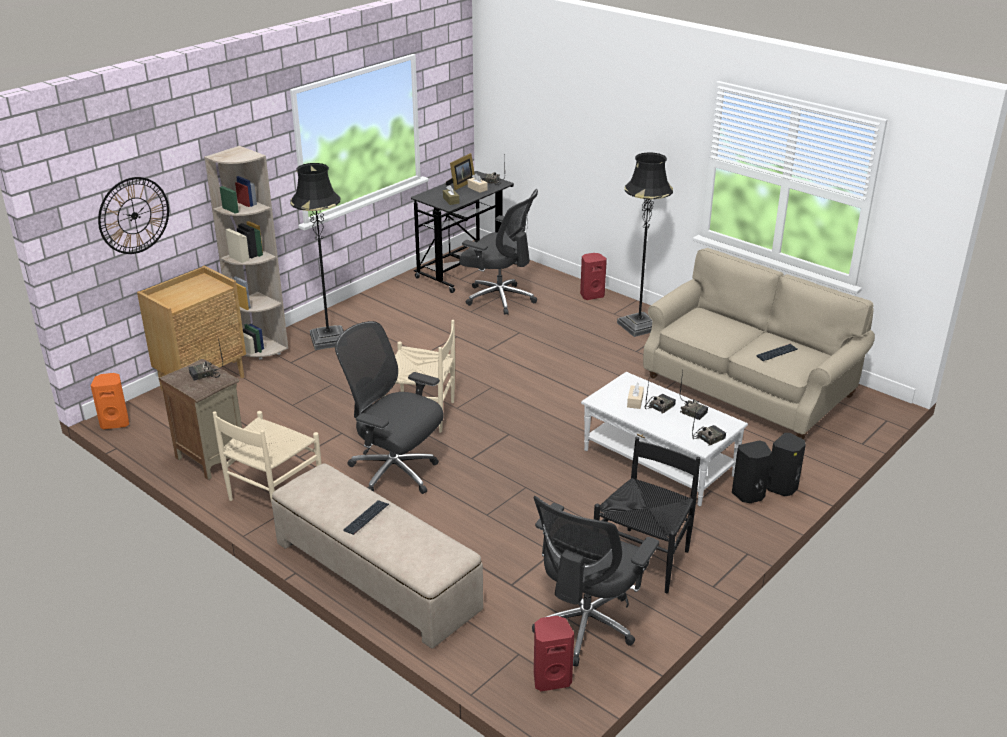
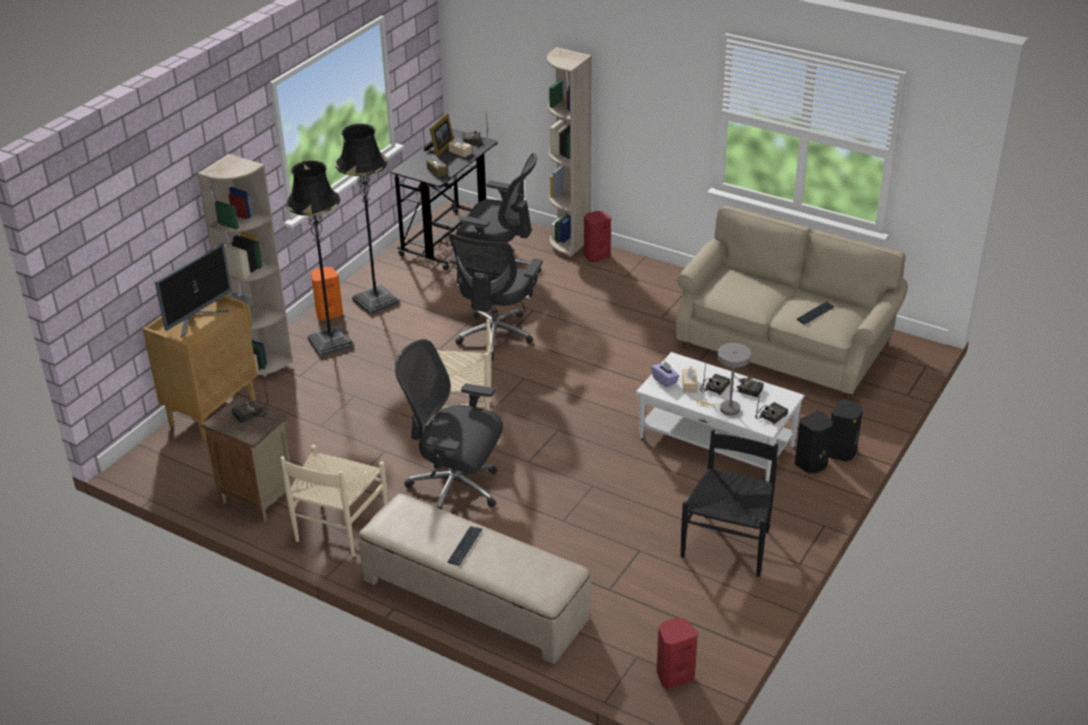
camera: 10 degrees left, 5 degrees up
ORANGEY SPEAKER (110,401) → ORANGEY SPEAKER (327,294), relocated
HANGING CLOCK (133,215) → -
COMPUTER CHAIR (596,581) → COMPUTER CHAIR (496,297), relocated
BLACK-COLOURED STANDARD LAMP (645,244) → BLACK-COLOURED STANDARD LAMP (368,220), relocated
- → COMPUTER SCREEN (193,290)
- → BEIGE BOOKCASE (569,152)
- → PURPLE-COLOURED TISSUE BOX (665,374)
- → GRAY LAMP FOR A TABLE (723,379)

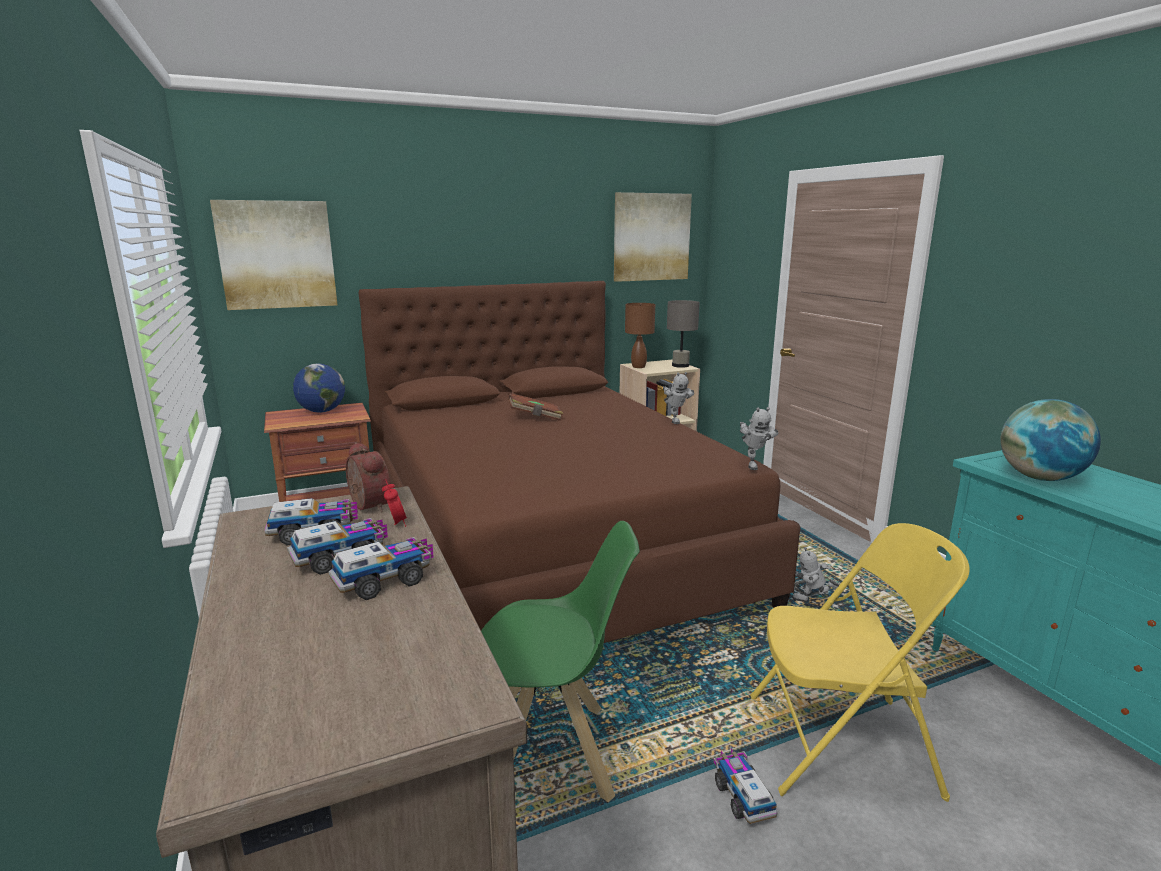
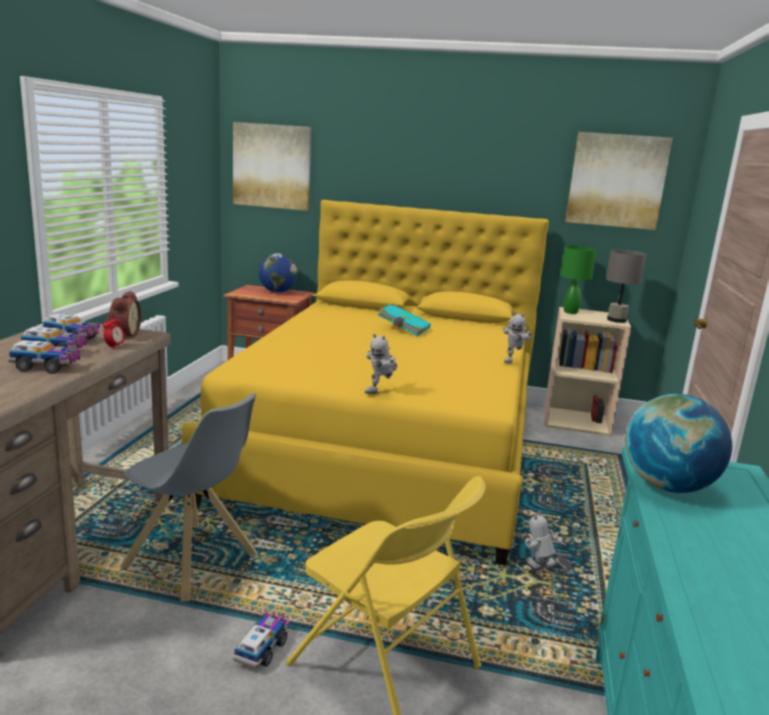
camera: 35 degrees right, 0 degrees up
BROWN-COLOURED BEDROOM BED (580,462) → YELLOW BEDROOM BED (365,382)
GREEN-COLOURED PLAIN CHAIR (560,661) → GRAY PLAIN CHAIR (188,497)
BROWN-COLOURED BOUND BOOK (535,407) → TURQUOISE-COLOURED BOUND BOOK (404,320)
BROWN-COLOURED LAMP FOR A TABLE (640,335) → GREEN-COLOURED LAMP FOR A TABLE (579,280)
MODEL ROBOT (759,438) → MODEL ROBOT (381,363), relocated

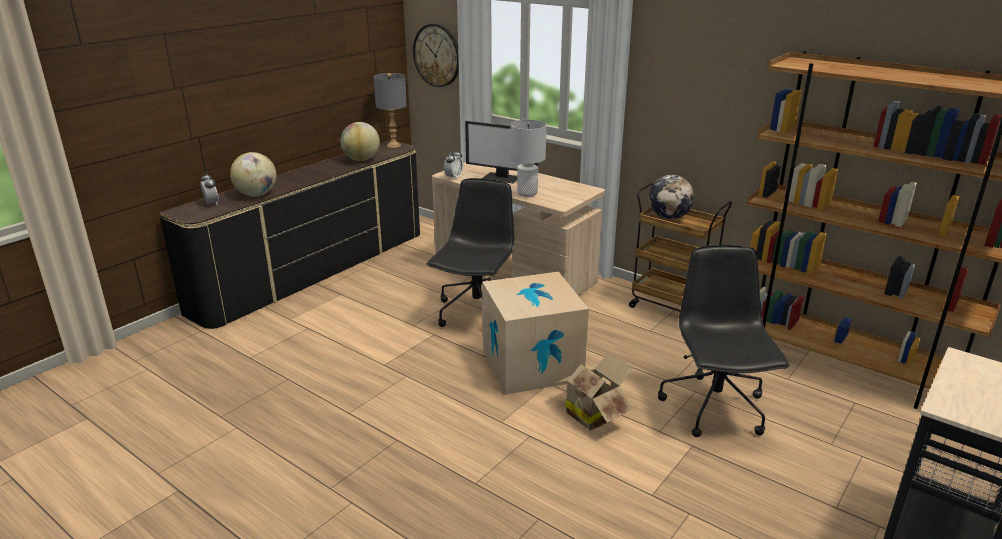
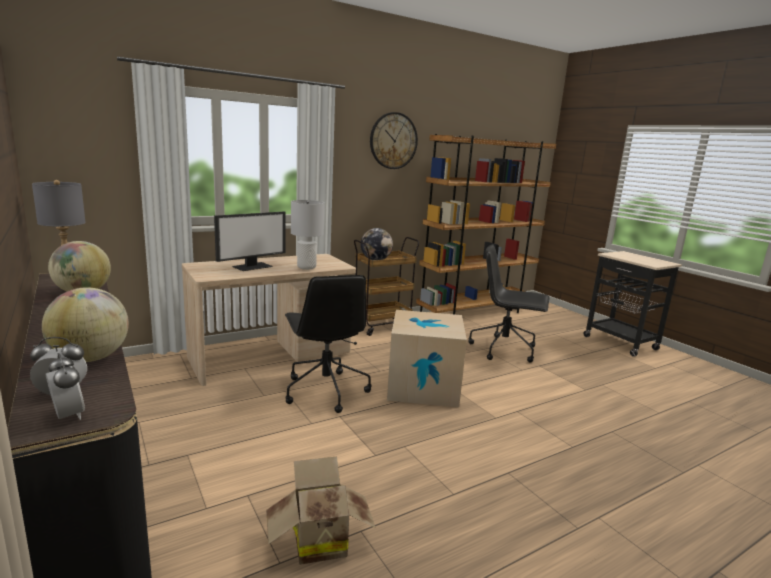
camera: 70 degrees left, 10 degrees down
HANGING CLOCK (436,55) → HANGING CLOCK (394,140), relocated
BLACK-COLOURED COMPUTER CHAIR (470,252) → BLACK-COLOURED COMPUTER CHAIR (328,344), 150 degrees counterclockwise
BEDSIDE CLOCK (453,164) → BEDSIDE CLOCK (65,386), relocated
CARTON (594,392) → CARTON (321,510), relocated

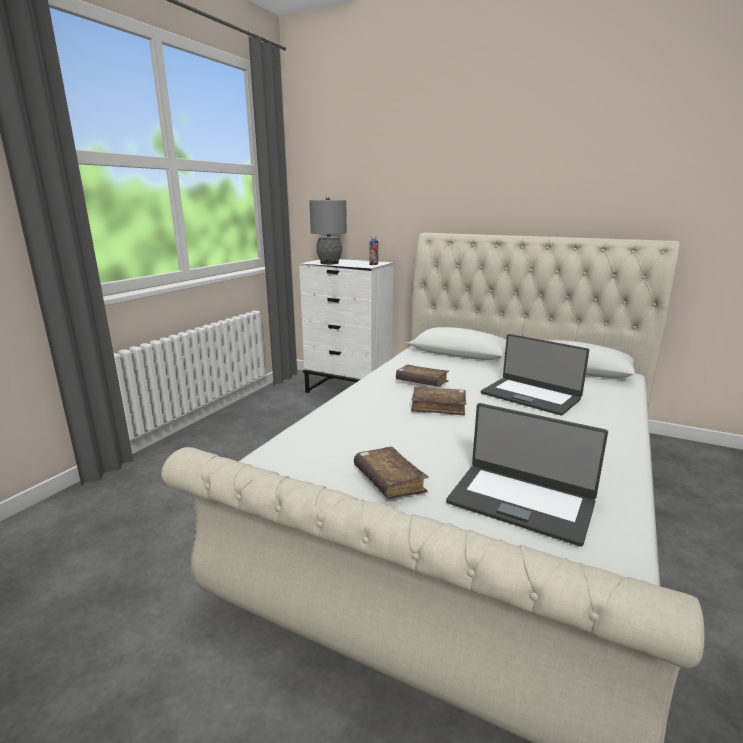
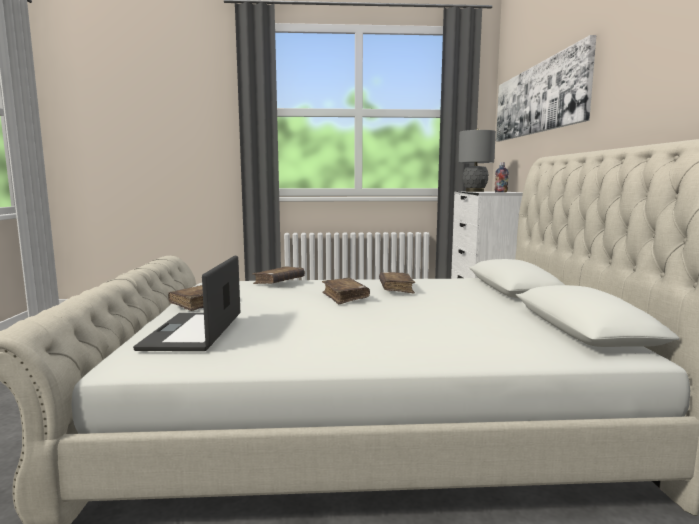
camera: 60 degrees right, 10 degrees down
NOTEBOOK COMPUTER (535,375) → -
- → BROWN-COLOURED BOUND BOOK (278,275)
- → WALL ART (546,88)

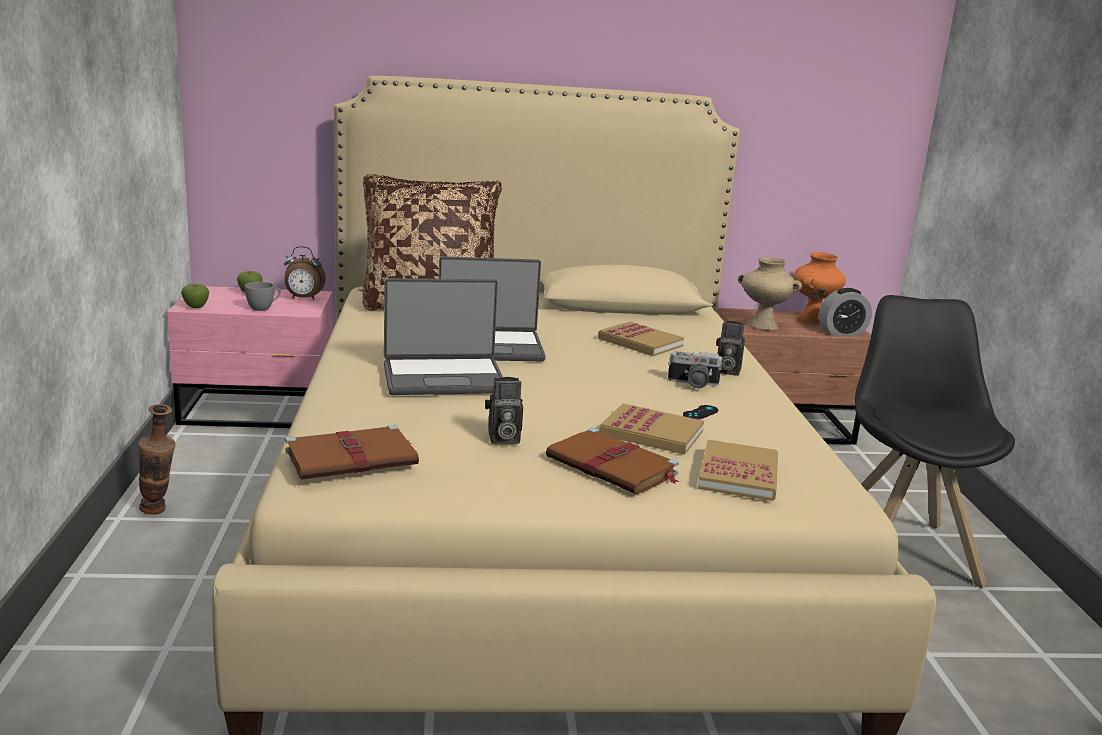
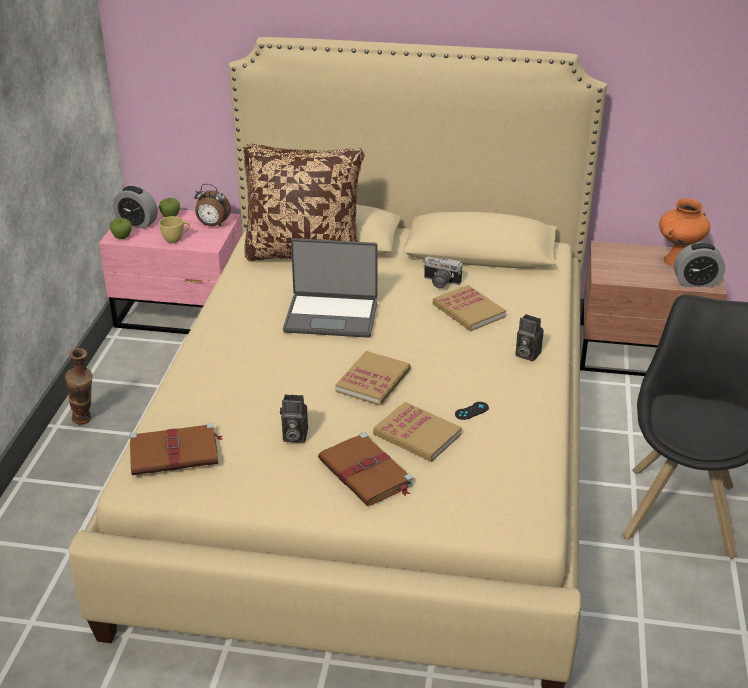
camera: 15 degrees right, 15 degrees up
GRAY SMALL CUP (263,296) → YELLOW SMALL CUP (174,229)
NOTEBOOK COMPUTER (443,336) → -
PHOTO CAMERA (695,370) → PHOTO CAMERA (443,273), relocated
BOUND BOOK (738,470) → BOUND BOOK (372,378), relocated
BEIGE FLOWER VASE (770,293) → -
- → BEDSIDE CLOCK (135,207)

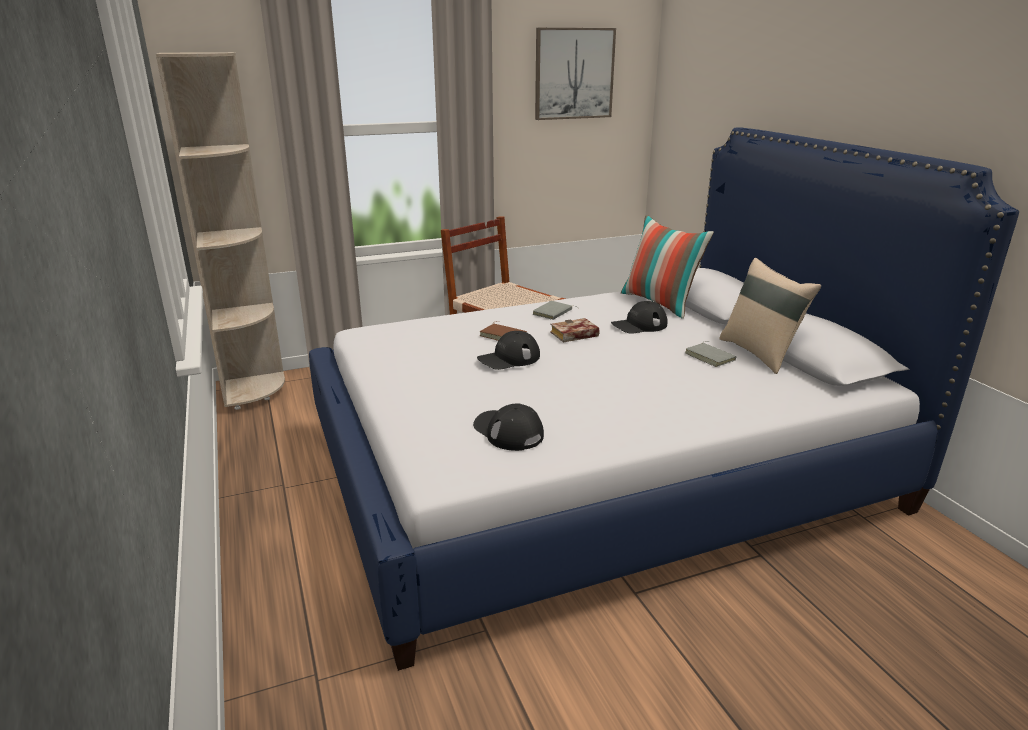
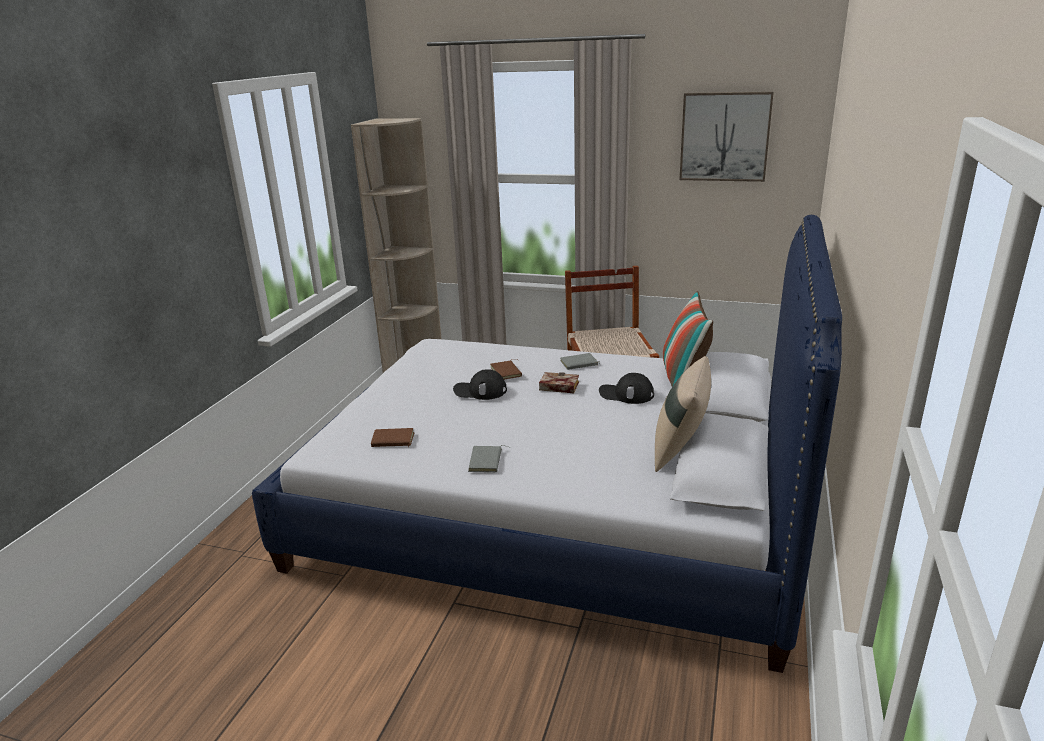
camera: 40 degrees right, 0 degrees up
BLACK-COLOURED PEAKED CAP (508,427) → BROWN-COLOURED BOUND BOOK (393,437)
GRAY BOUND BOOK (710,354) → GRAY BOUND BOOK (489,458), relocated

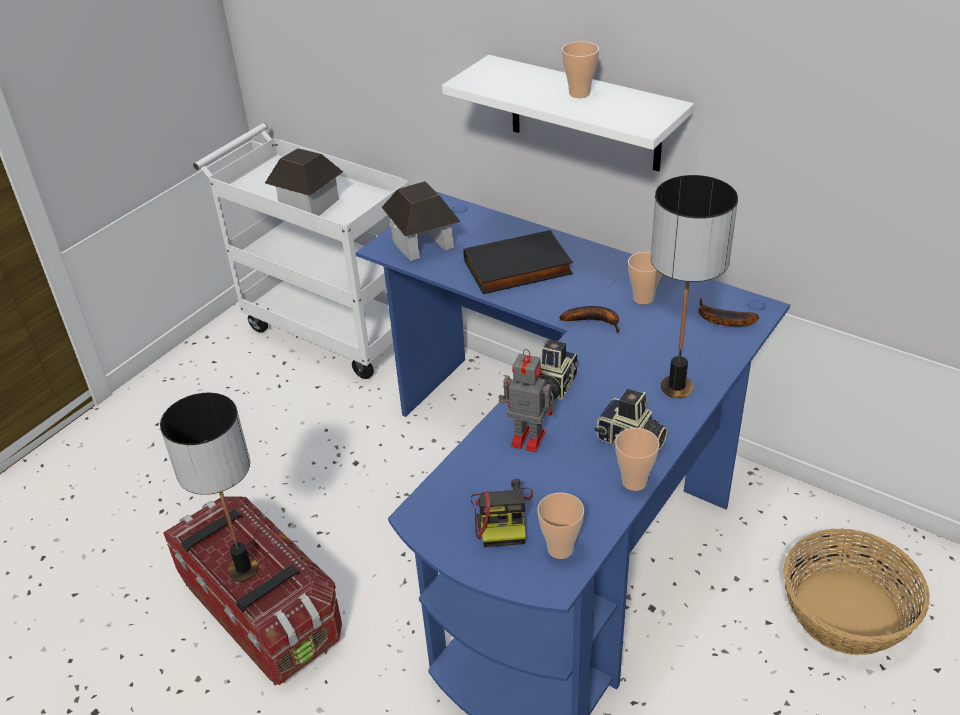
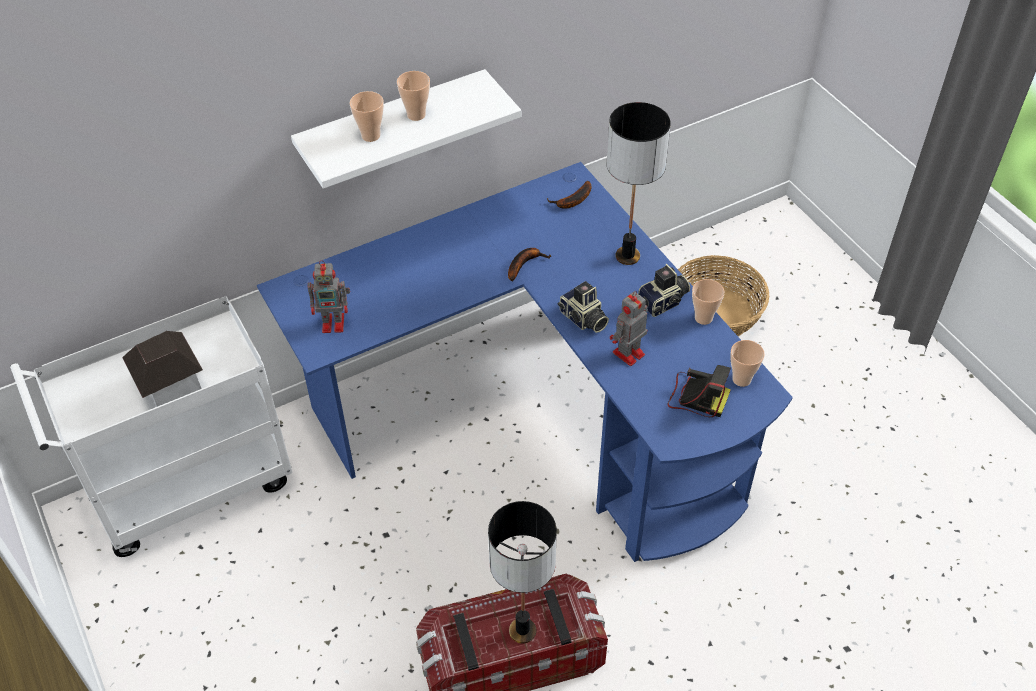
camera: 65 degrees left, 10 degrees up
MODEL HOUSE (421,221) → MODEL ROBOT (329,296)
BLACK-COLOURED BOUND BOOK (518,262) → -
SMALL CUP (644,278) → SMALL CUP (367,116), relocated

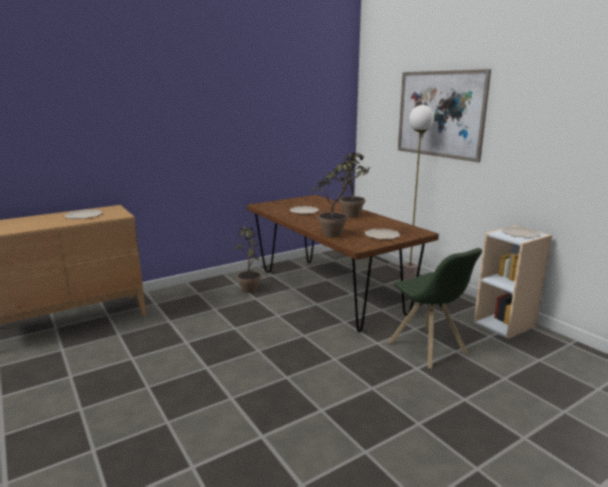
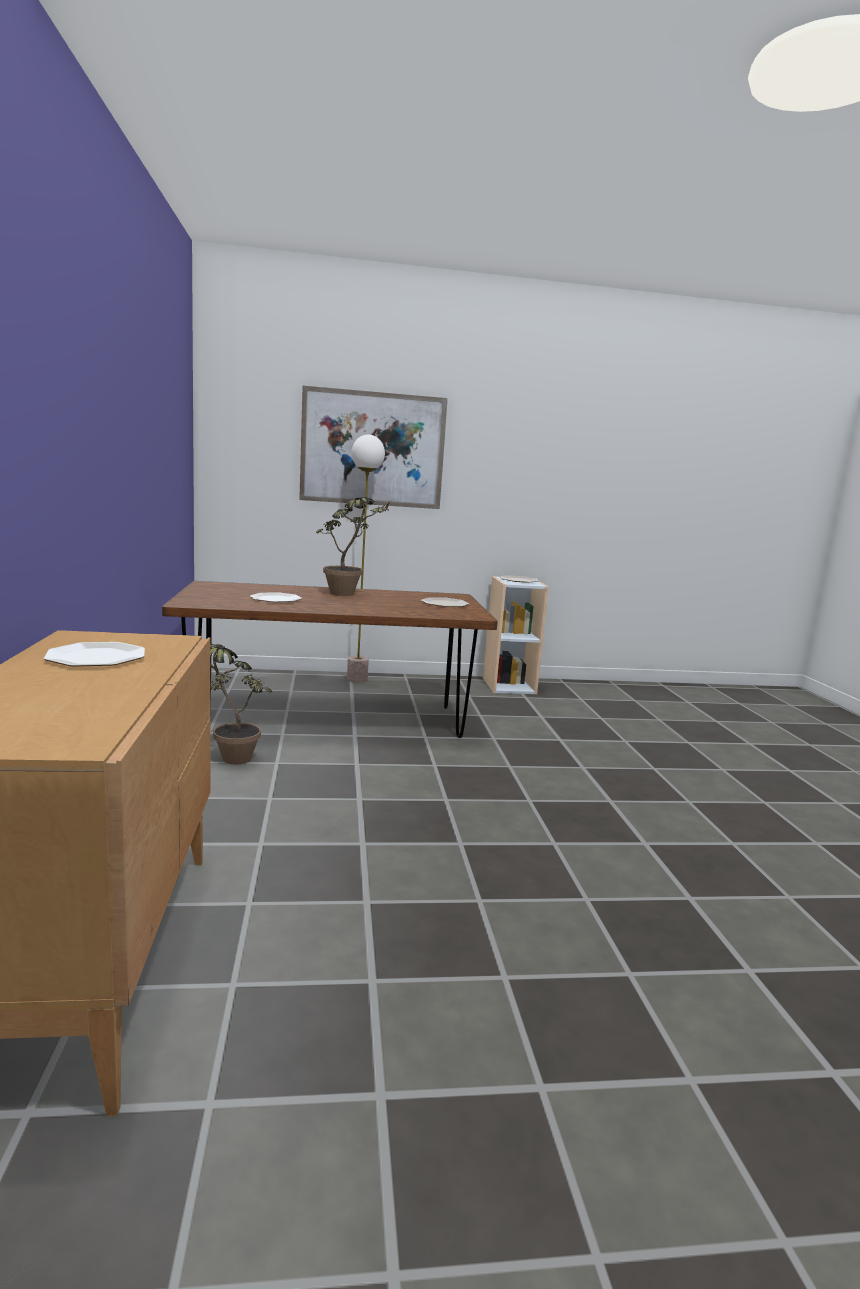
camera: 65 degrees left, 5 degrees down
PLANT IN A POT (341,199) → -
GREEN-COLOURED PLAIN CHAIR (435,308) → -

